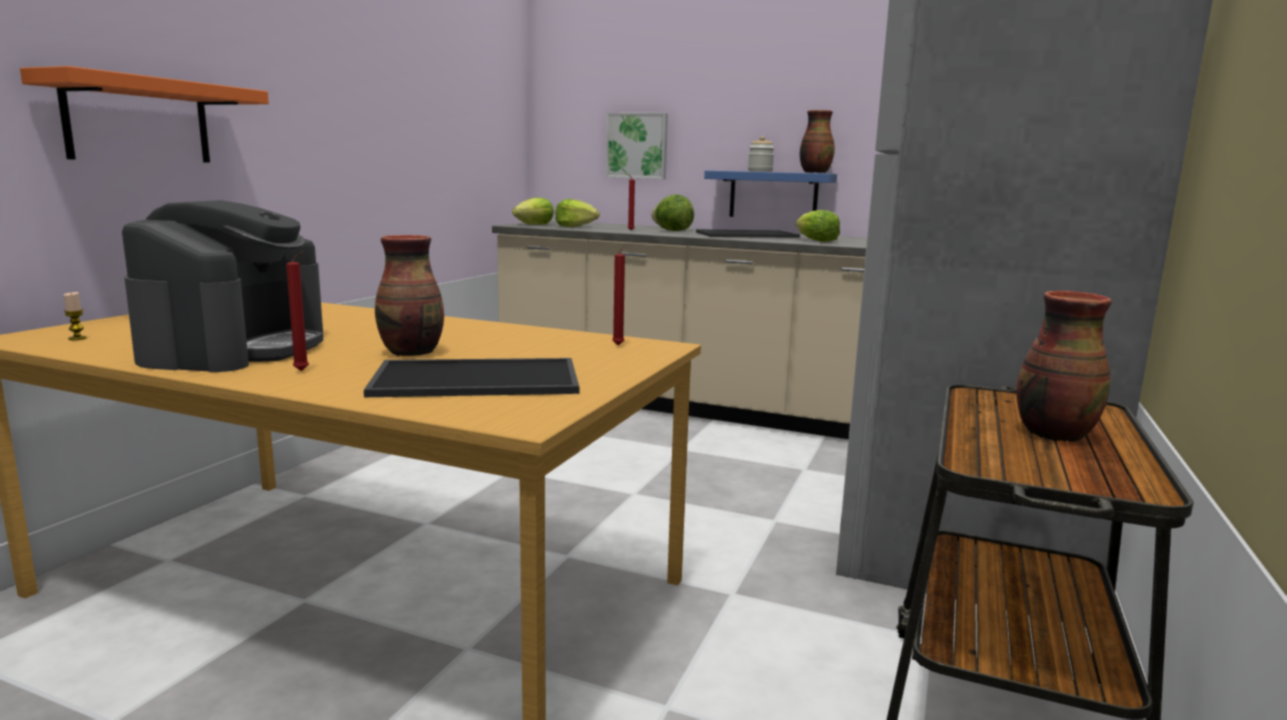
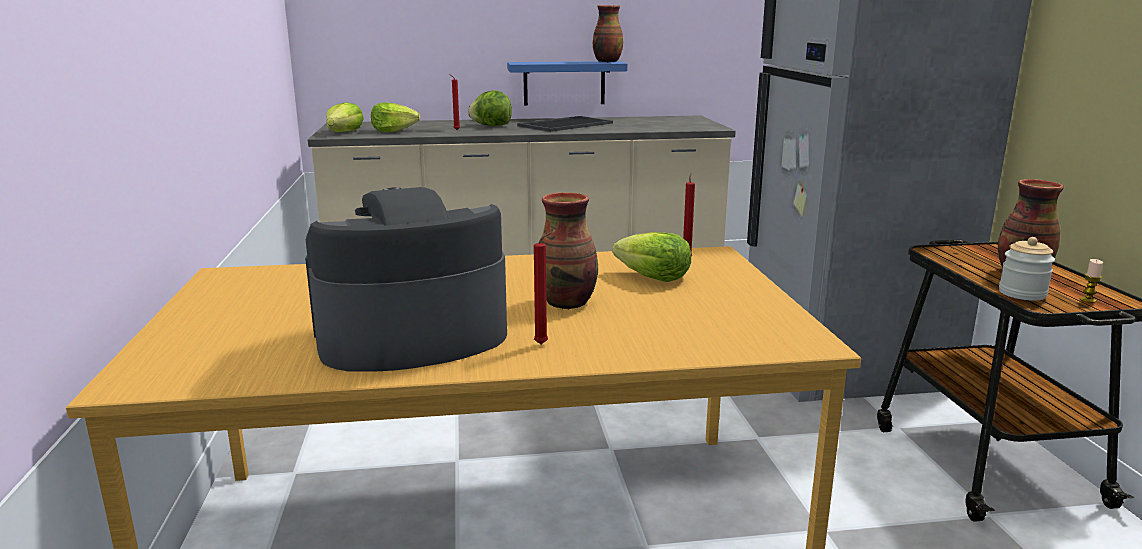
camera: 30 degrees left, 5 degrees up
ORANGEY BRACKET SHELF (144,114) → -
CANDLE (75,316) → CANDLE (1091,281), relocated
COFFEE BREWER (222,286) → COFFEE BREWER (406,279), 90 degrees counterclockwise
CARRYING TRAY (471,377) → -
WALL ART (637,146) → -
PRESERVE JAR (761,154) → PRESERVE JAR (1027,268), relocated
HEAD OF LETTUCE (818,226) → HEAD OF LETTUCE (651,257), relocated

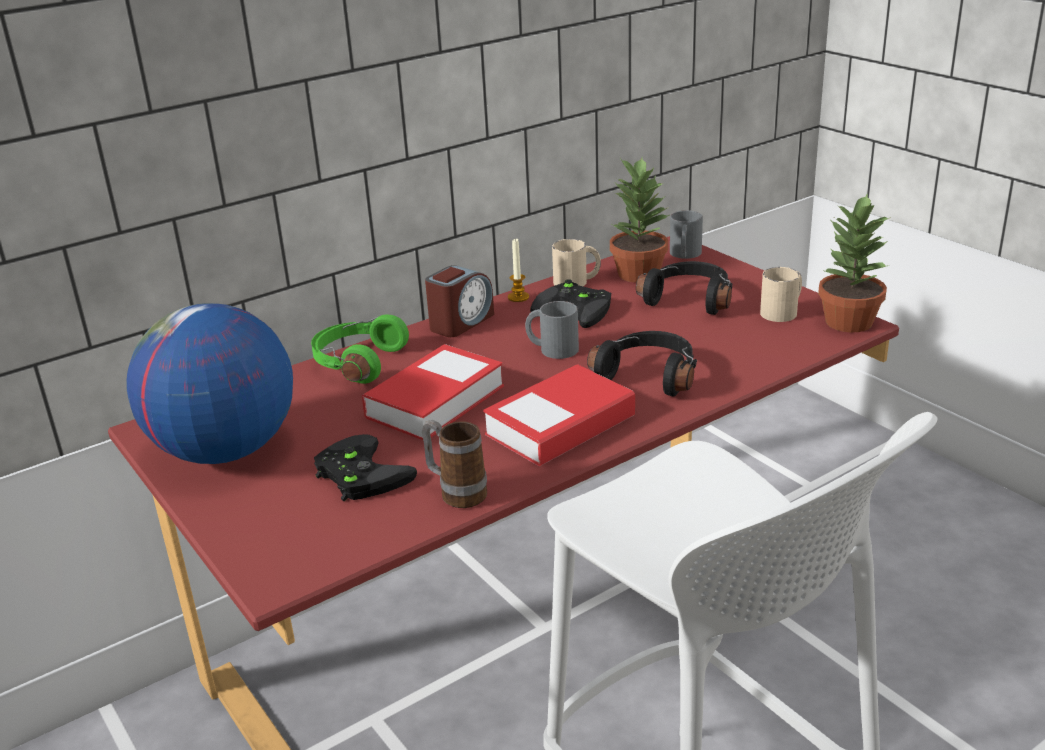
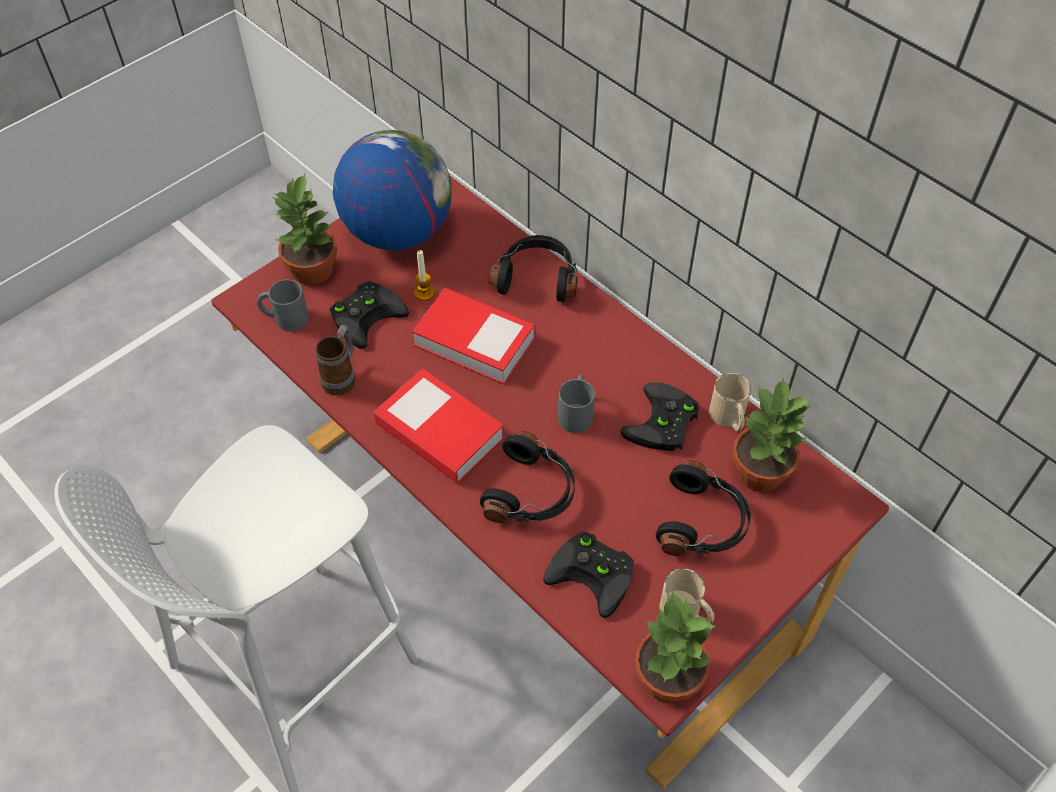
camera: 80 degrees right, 25 degrees up
GREEN-COLOURED HEADSET (360,349) → BLACK-COLOURED HEADSET (533,268)
BEDSIDE CLOCK (459,301) → -
CANDLE (518,270) → CANDLE (424,275), relocated
GRAY COFFEE MUG (686,234) → GRAY COFFEE MUG (283,305), relocated
- → PLANT IN A POT (305,229)
- → BLACK-COLOURED JOYPAD (588,575)

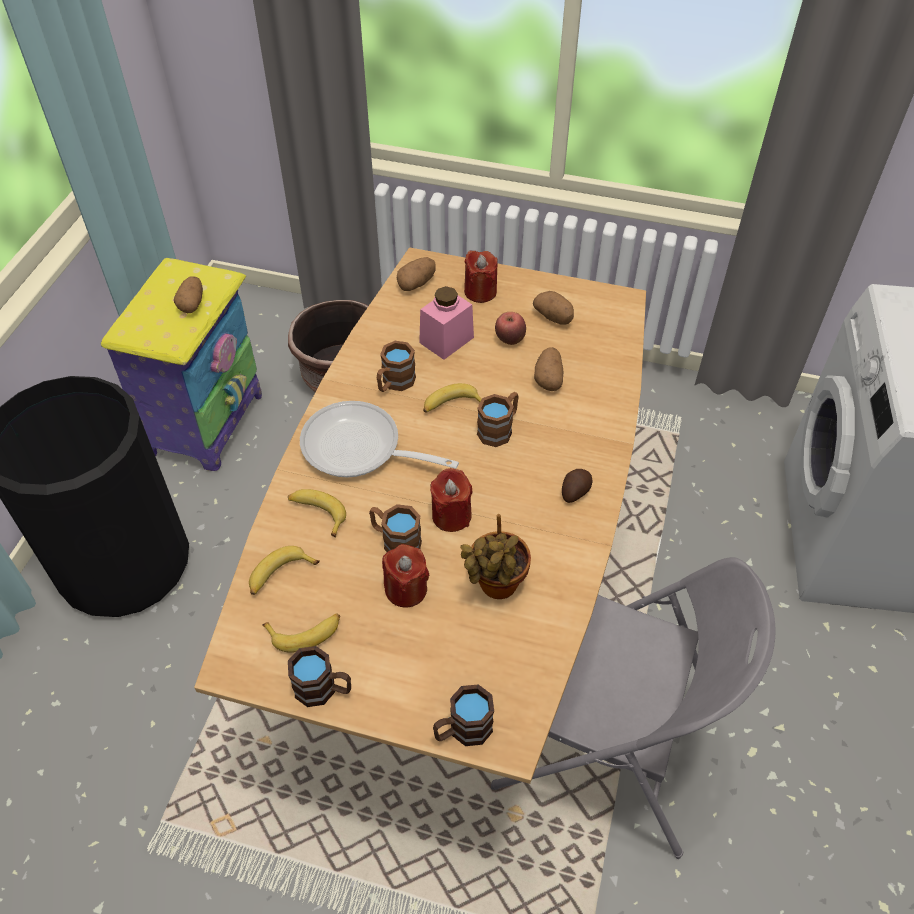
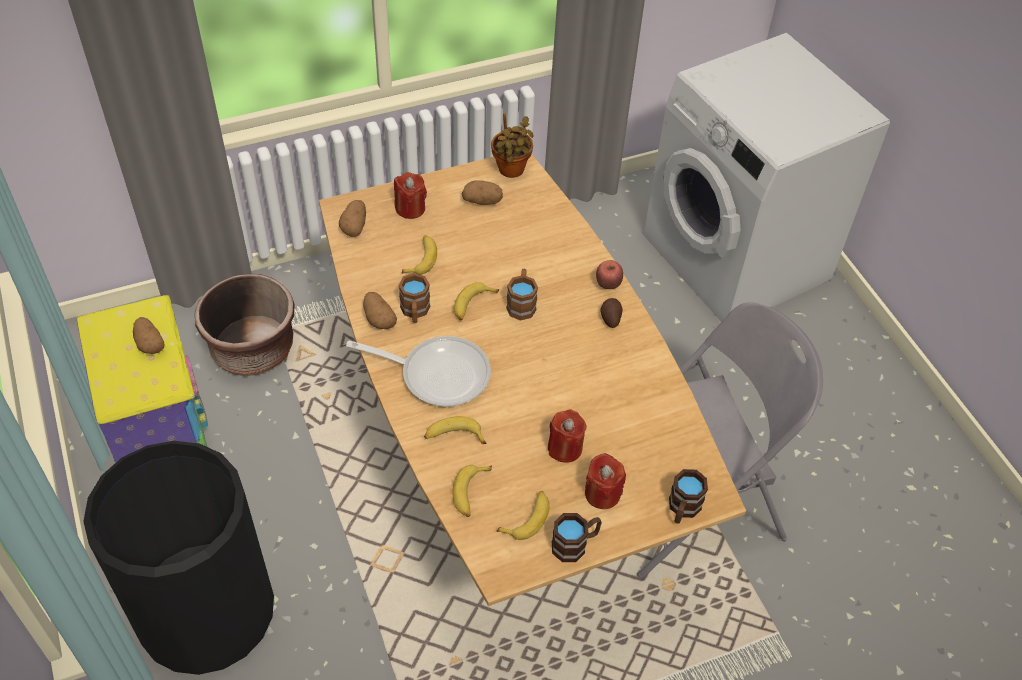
camera: 40 degrees left, 0 degrees up
SKILLET (379,439) → SKILLET (418,371), 150 degrees counterclockwise
BROWN-COLOURED COFFEE MUG (395,528) → -
PINK PRESERVE JAR (446,323) → BANANA (419,254)
RED-COLOURED CANDLE (451,500) → RED-COLOURED CANDLE (605,481), relocated
PLANT IN A POT (495,556) → PLANT IN A POT (512,145), relocated
APPLE (510,328) → APPLE (609,274), relocated
WHOLE POTATO (548,369) → WHOLE POTATO (380,310), relocated

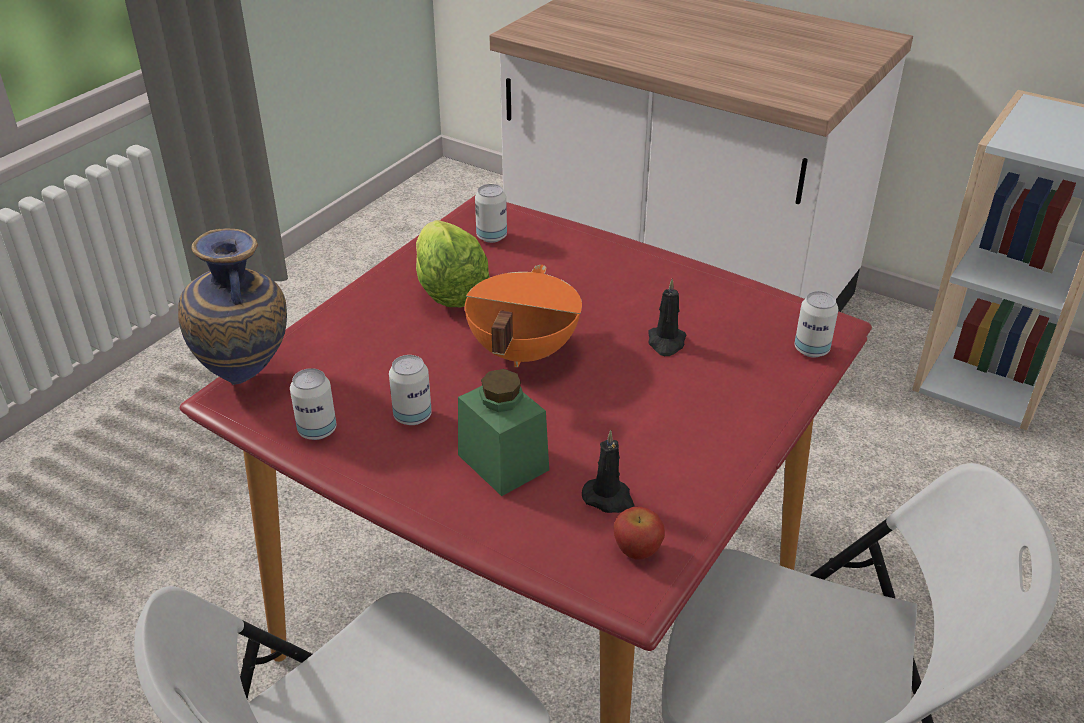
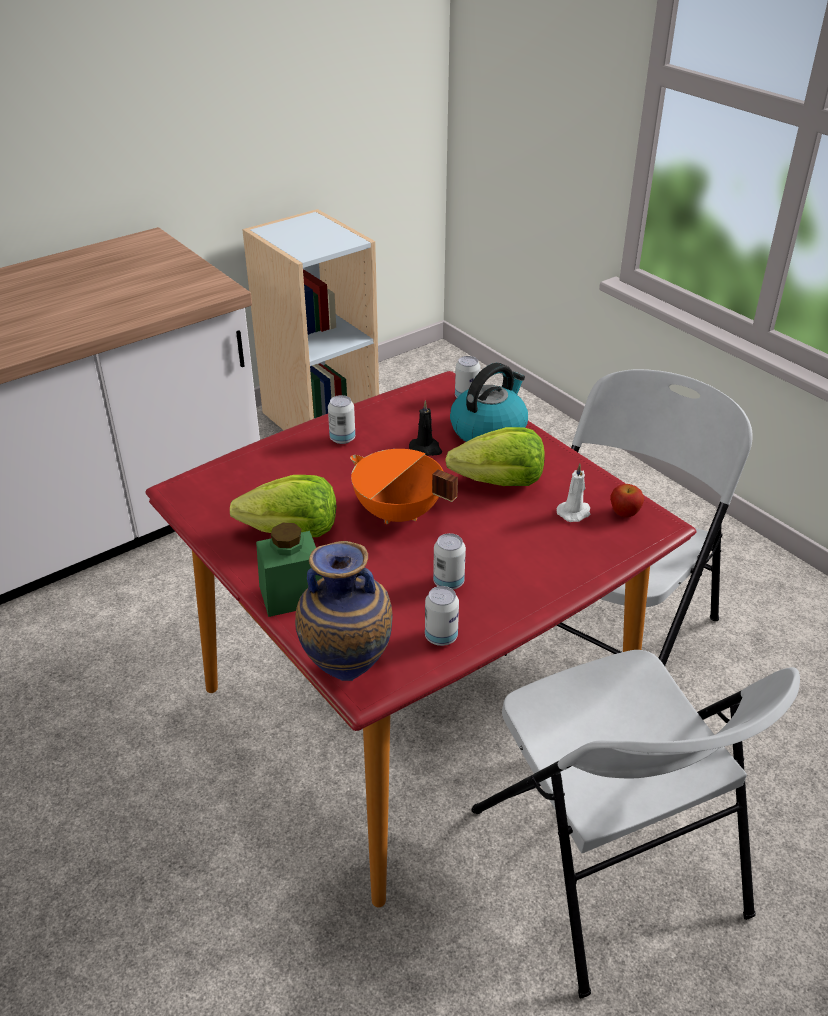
camera: 70 degrees left, 0 degrees up
GREEN-COLOURED PRESERVE JAR (503,432) → GREEN-COLOURED PRESERVE JAR (289,570), relocated
SEALED CAN (491,213) → SEALED CAN (341,419), relocated
BLACK-COLOURED CANDLE (608,471) → WHITE CANDLE (573,492)
- → HEAD OF LETTUCE (495,456)
- → KETTLE (489,402)

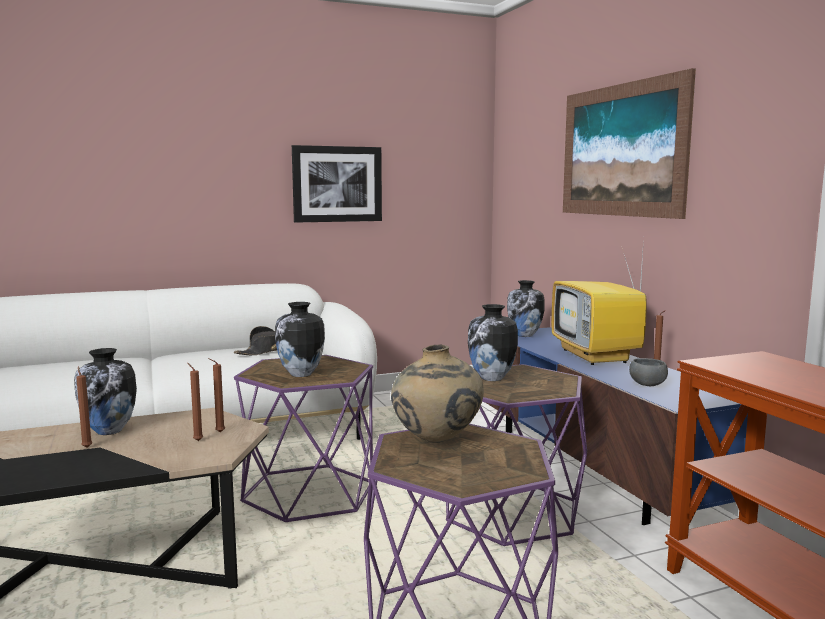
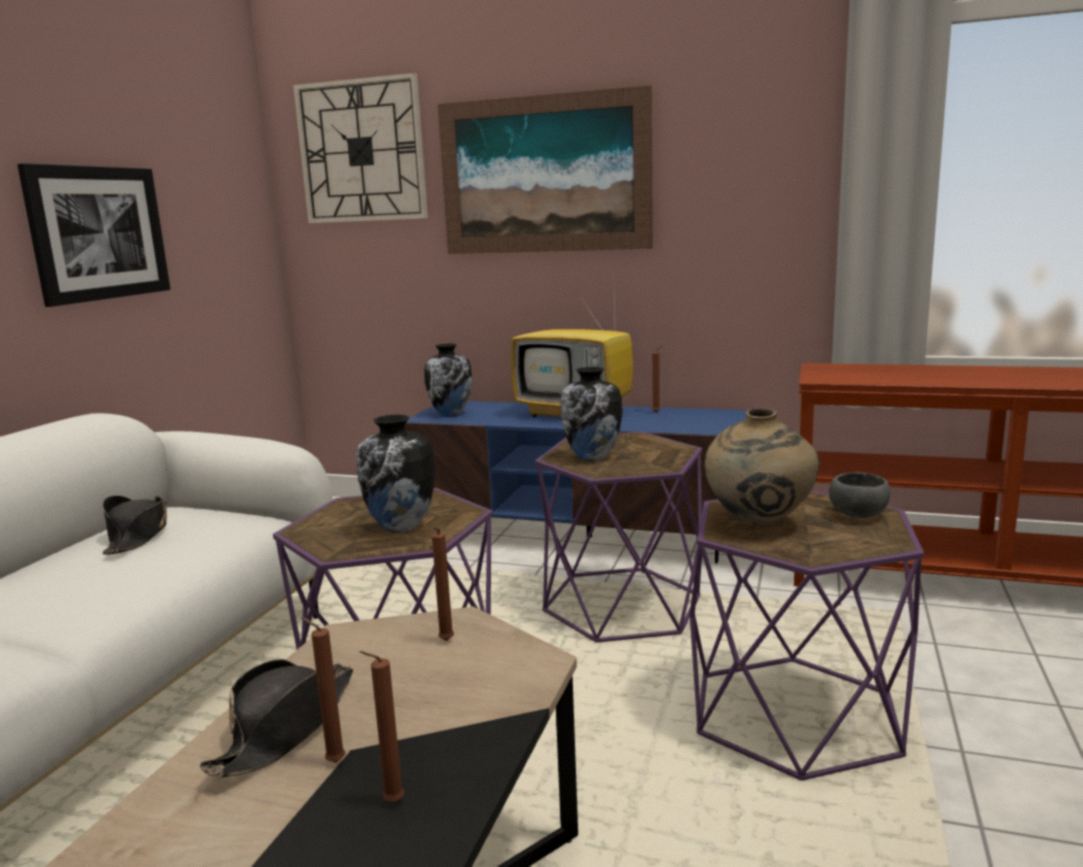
camera: 50 degrees left, 5 degrees up
FLOWER VASE (105,391) → BLACK-COLOURED CLOTHING HAT (276,718)
BROWN-COLOURED CANDLE (195,402) → BROWN-COLOURED CANDLE (382,726), relocated
GRAY DEEP DISH (648,372) → GRAY DEEP DISH (859,495), relocated
- → HANGING CLOCK (360,148)

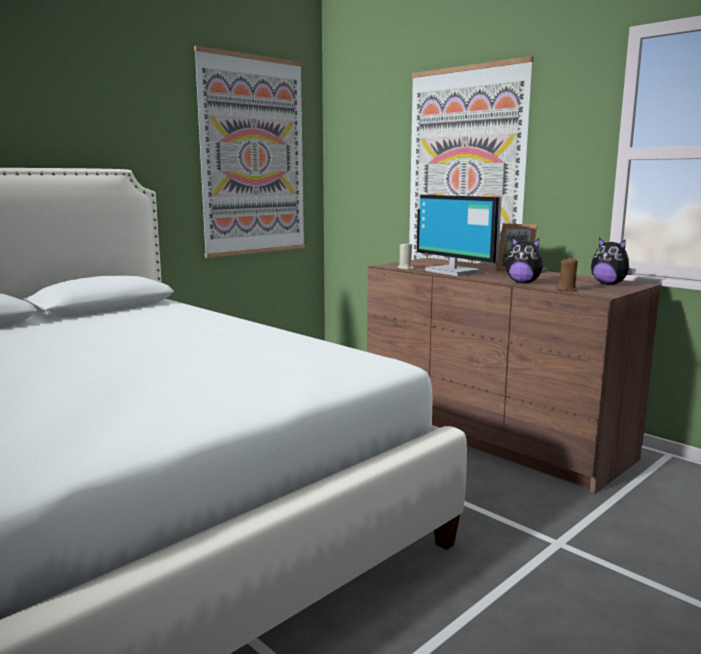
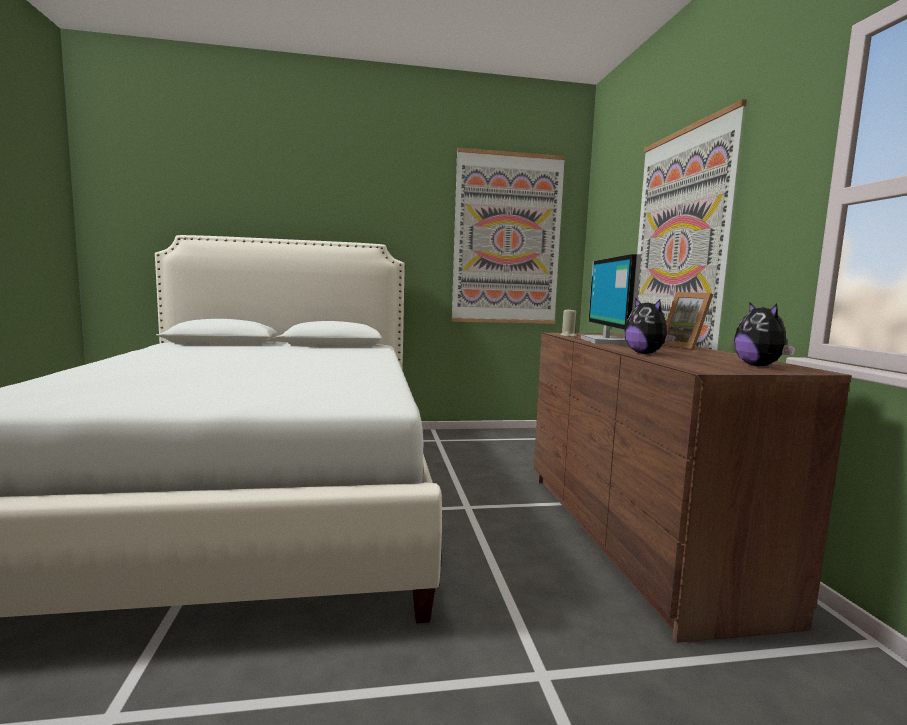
camera: 35 degrees right, 5 degrees down
BROWN-COLOURED CANDLE (567,274) → -

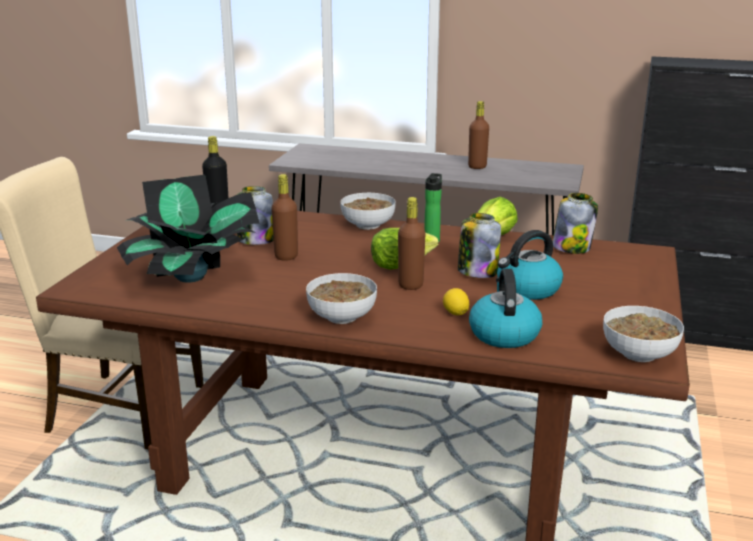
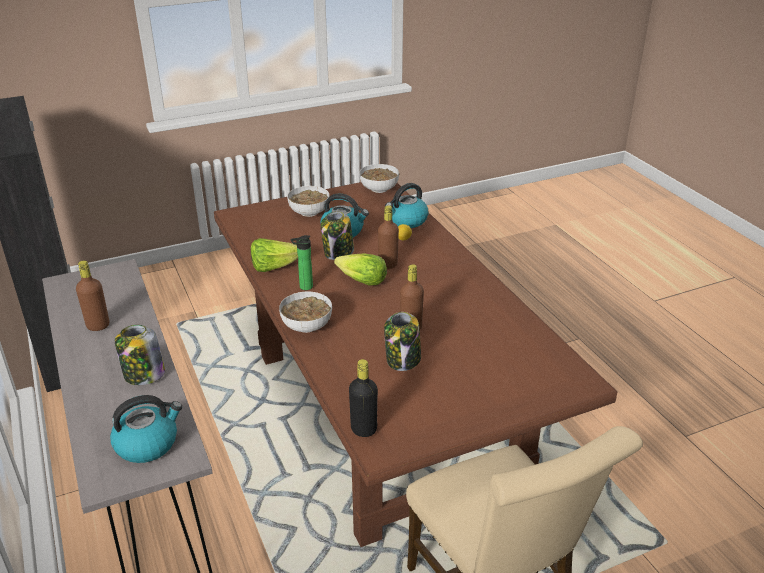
camera: 130 degrees left, 10 degrees up
PLANT IN A POT (188,229) → -
DEEP DISH (341,298) → DEEP DISH (308,201), relocated
PRESERVE JAR (575,223) → PRESERVE JAR (140,355), relocated
- → KETTLE (146,429)

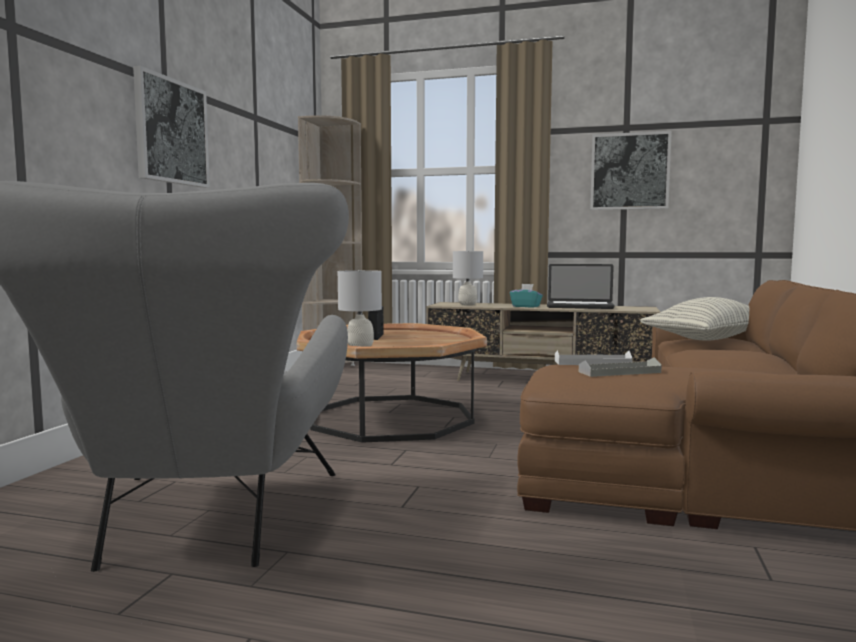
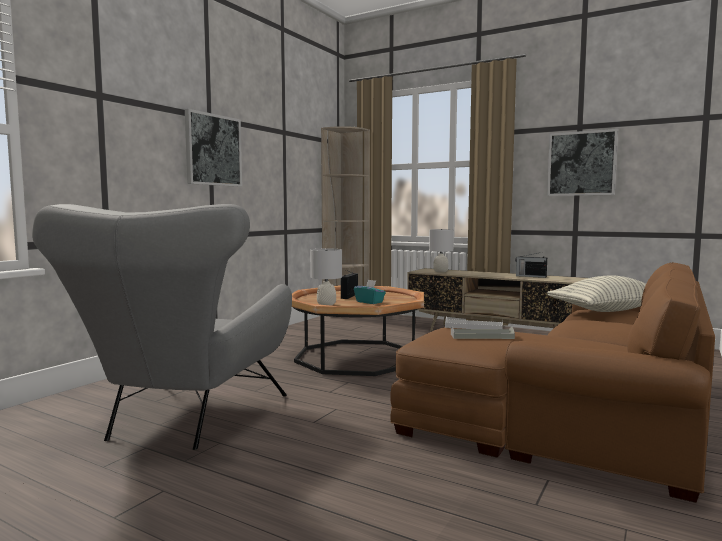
camera: 15 degrees right, 0 degrees up
TURQUOISE-COLOURED TISSUE BOX (526,296) → TURQUOISE-COLOURED TISSUE BOX (370,292), relocated
NOTEBOOK COMPUTER (580,286) → RADIO (531,265)

